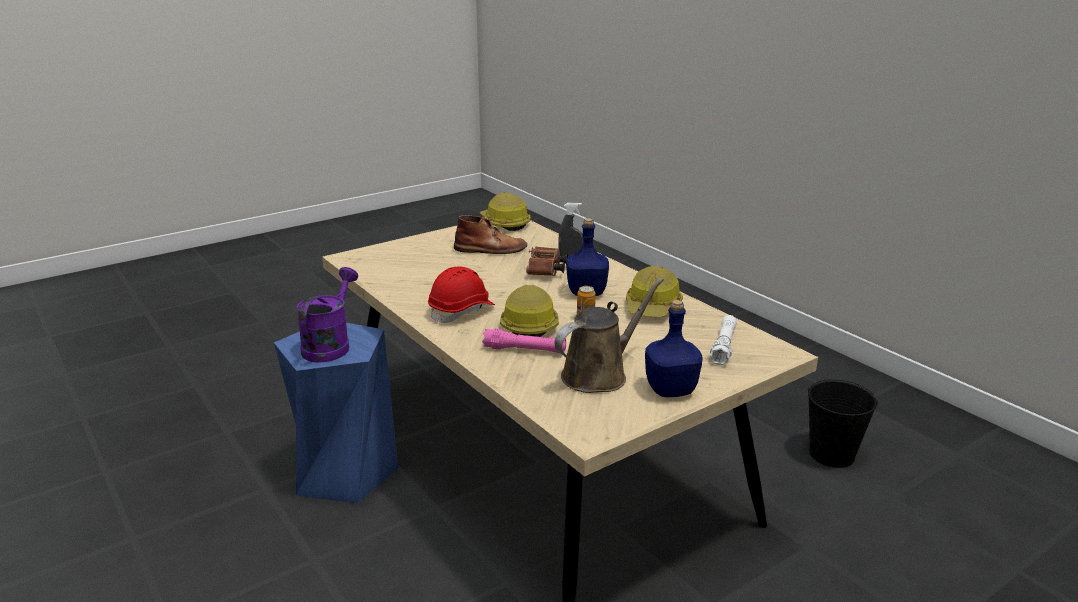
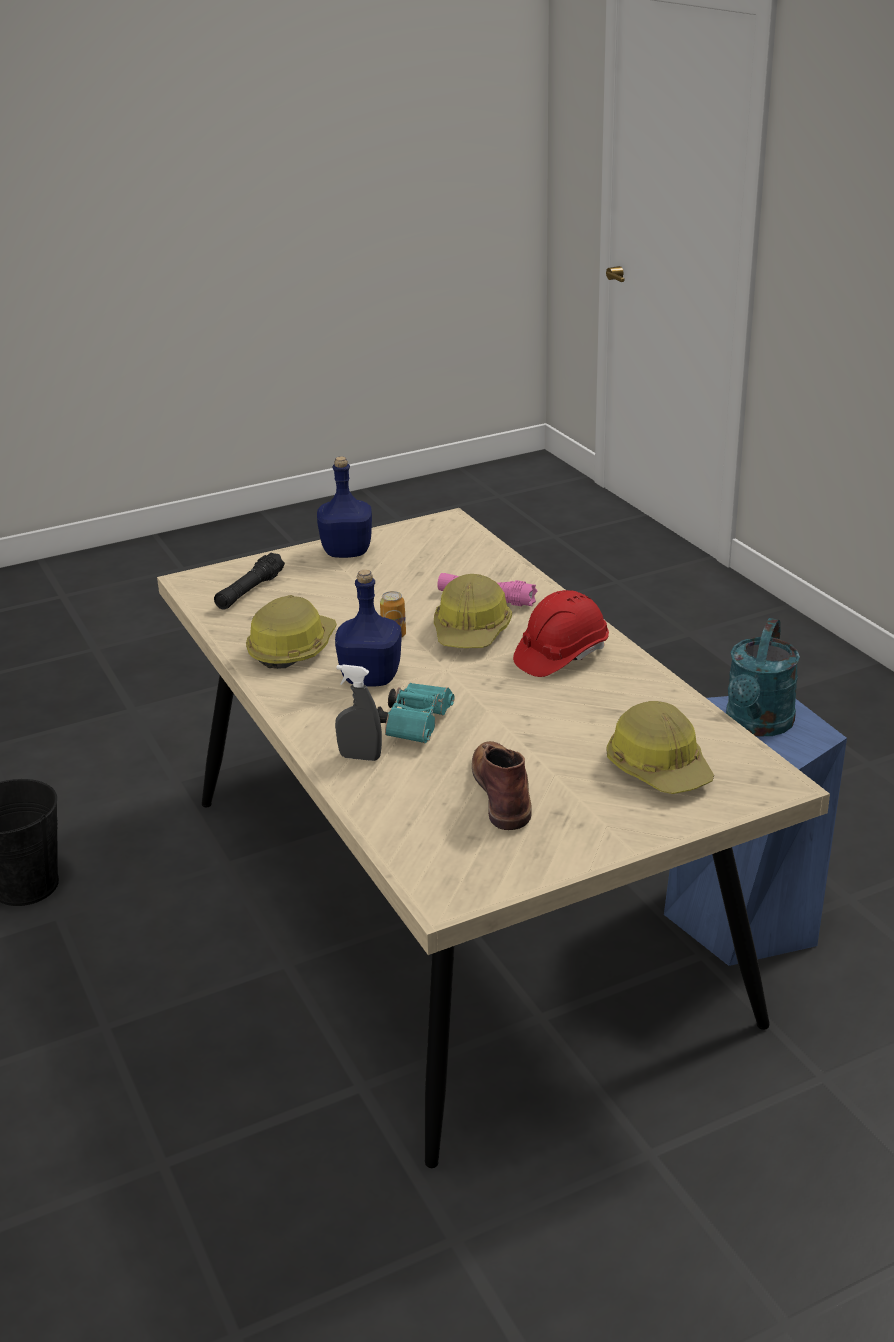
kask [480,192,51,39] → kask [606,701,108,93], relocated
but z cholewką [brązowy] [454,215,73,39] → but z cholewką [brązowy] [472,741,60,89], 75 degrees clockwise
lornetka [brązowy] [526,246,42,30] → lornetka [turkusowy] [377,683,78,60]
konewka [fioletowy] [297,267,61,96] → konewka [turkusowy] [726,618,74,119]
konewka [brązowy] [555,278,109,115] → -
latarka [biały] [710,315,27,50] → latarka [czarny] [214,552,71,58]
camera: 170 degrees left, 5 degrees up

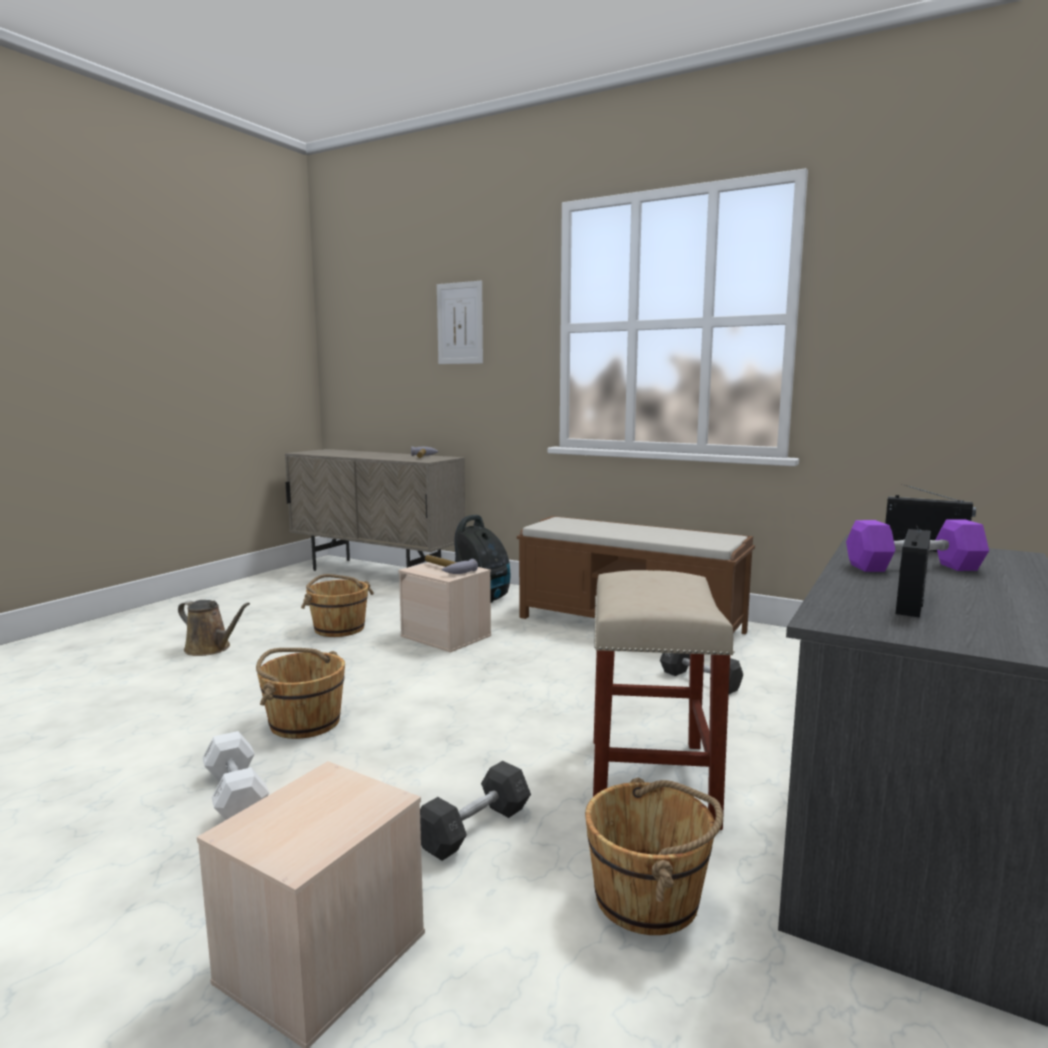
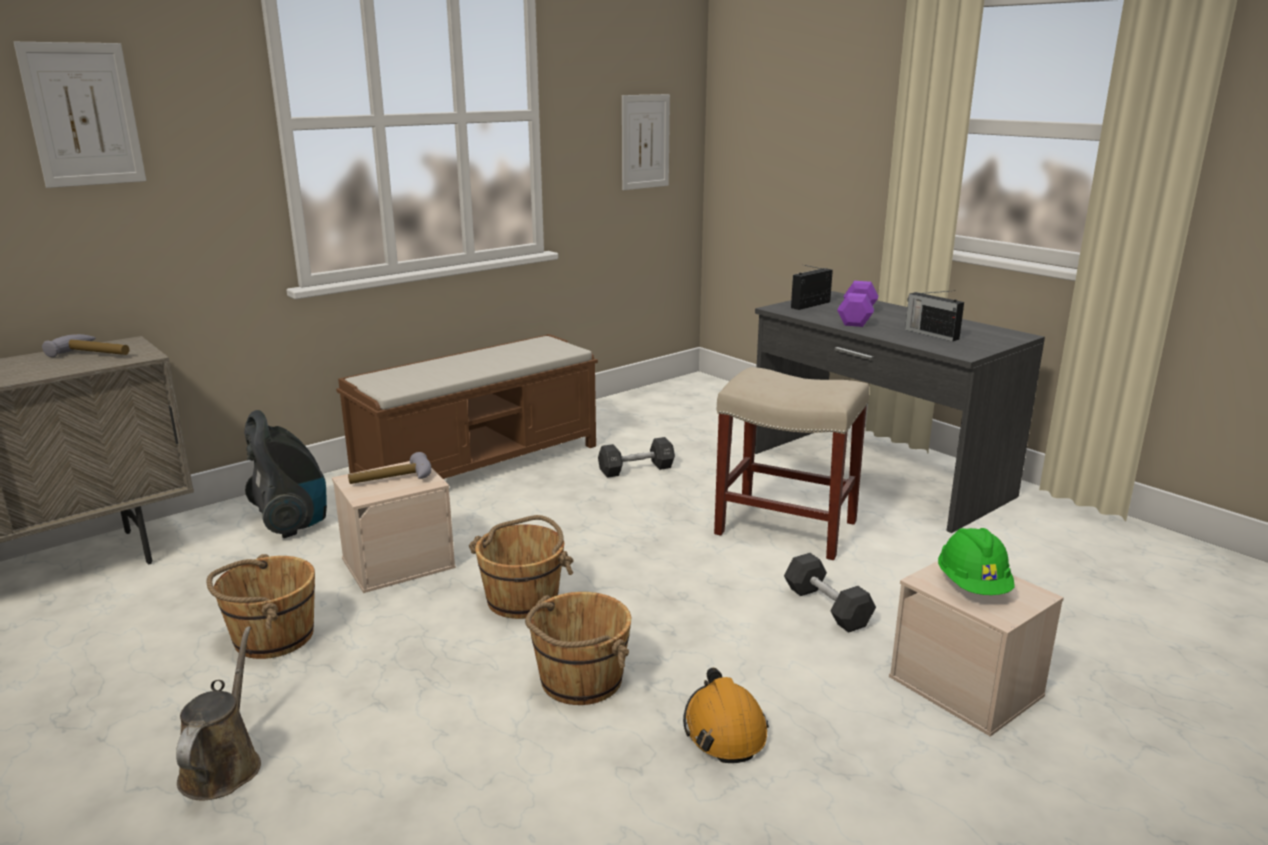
konewka [brązowy] [178,600,72,56] → konewka [brązowy] [176,626,85,174], 45 degrees counterclockwise
hantel [biały] [203,731,66,89] → kask [pomarańczowy] [683,668,86,95]
wiadro [brązowy] [585,778,138,157] → wiadro [brązowy] [469,515,104,104], relocated
- → obraz [622,94,48,96]
- → kask [zielony] [938,528,77,67]
camera: 70 degrees left, 10 degrees up

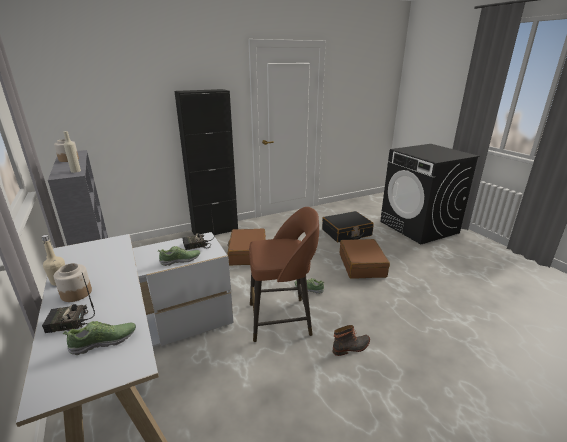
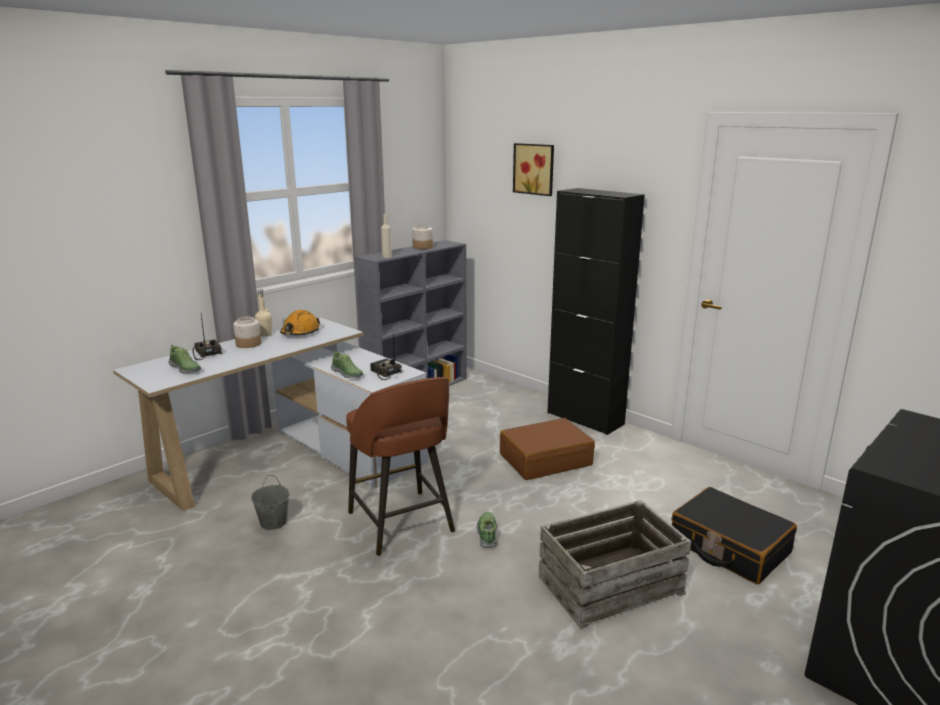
walizka [brązowy] [340,239,50,40] → skrzynka [539,500,152,129]
but z cholewką [333,325,37,31] → -
- → obraz [513,143,41,53]
- → kask [pomarańczowy] [280,310,40,25]
- → wiadro [szary] [251,475,39,55]
camera: 70 degrees right, 5 degrees down

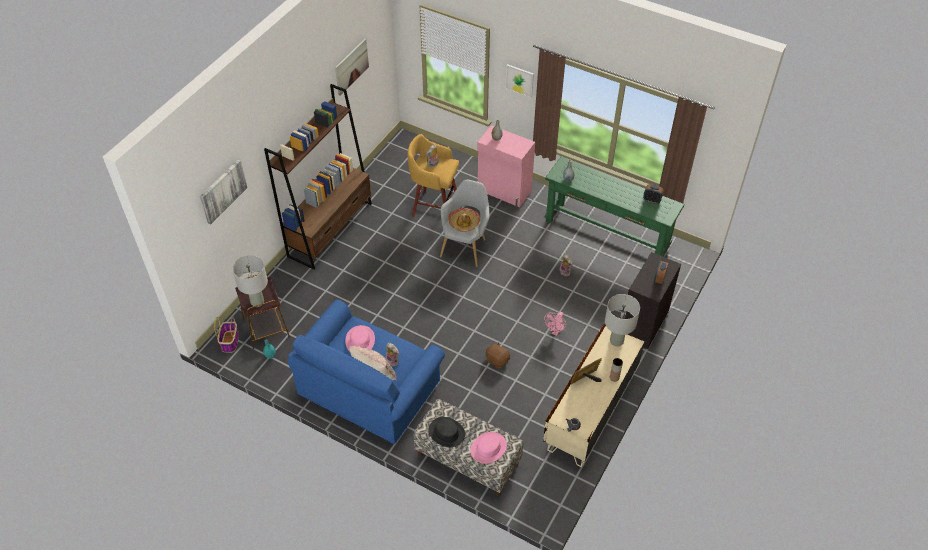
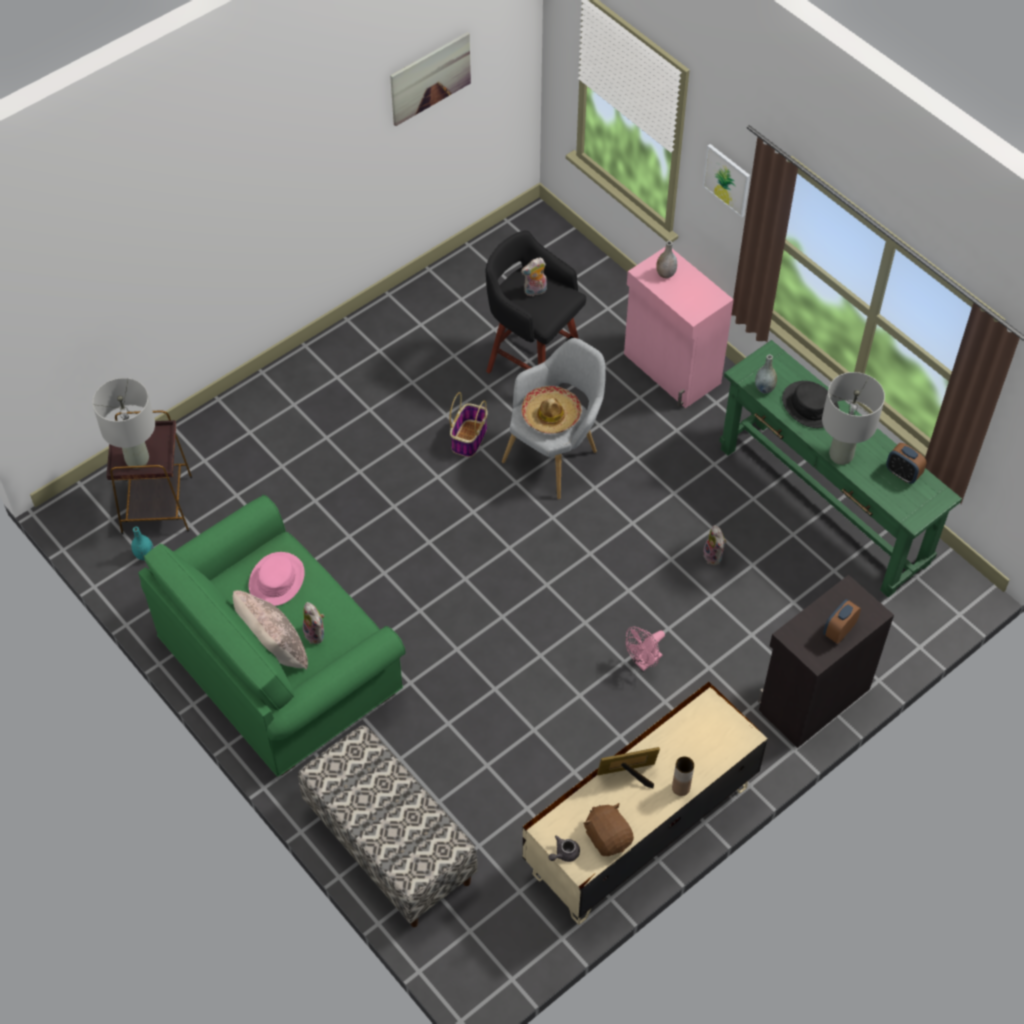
regał [brązowy] [264,84,108,185] → -
stołek [żółty] [407,134,52,83] → stołek [czarny] [486,230,100,143]
obraz [200,160,48,64] → -
lampa stołowa [szary] [605,294,35,53] → lampa stołowa [szary] [822,372,63,93], relocated
kanapa [niebieski] [288,299,157,145] → kanapa [zielony] [138,495,267,281]
koszyk [214,317,25,35] → koszyk [450,392,38,65], relocated
pluszak [brązowy] [486,342,24,27] → pluszak [brązowy] [583,803,51,53], relocated
kapelusz [czarny] [429,417,36,30] → kapelusz [czarny] [782,381,57,47], relocated
kapelusz [różowy] [470,432,37,32] → -
camera: 20 degrees right, 5 degrees up

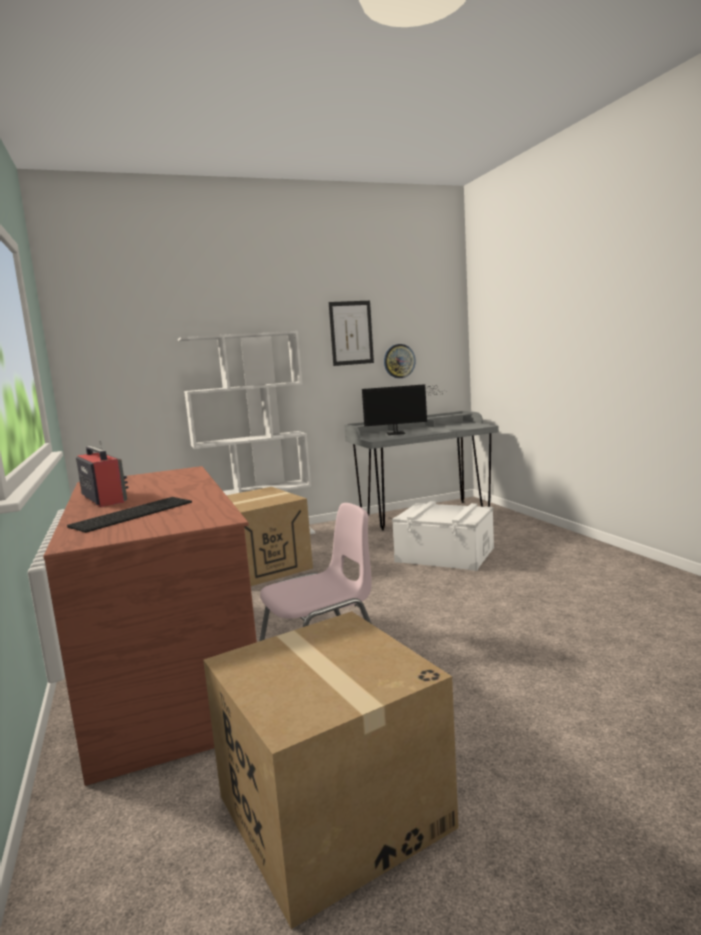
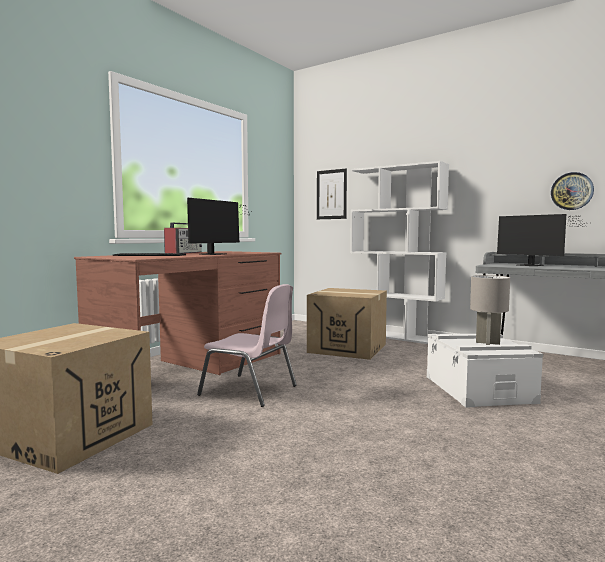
obraz [329,301,45,65] → obraz [317,169,30,50], relocated
- → monitor [187,198,60,57]
- → lampa stołowa [szary] [470,275,40,70]
camera: 55 degrees right, 5 degrees down

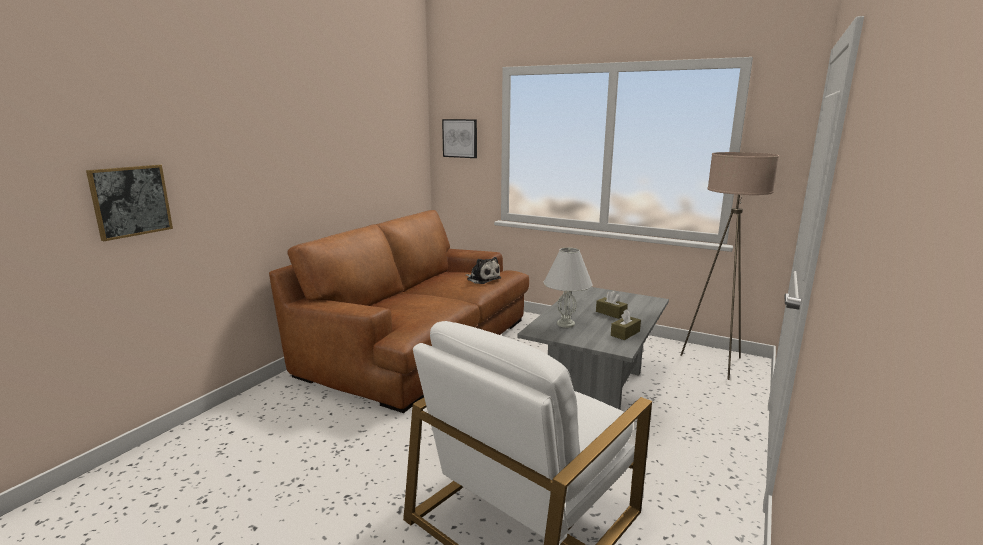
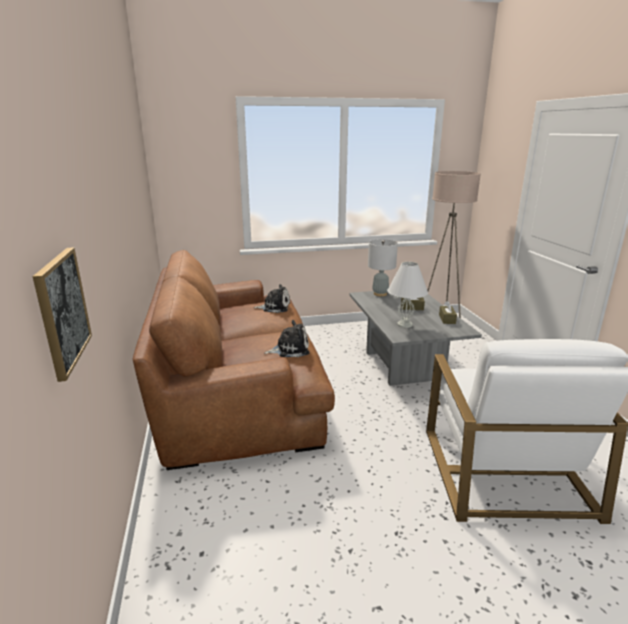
obraz [442,119,35,39] → -
- → lampa stołowa [szary] [368,239,30,57]
- → pluszak [265,320,45,37]
camera: 40 degrees left, 5 degrees up

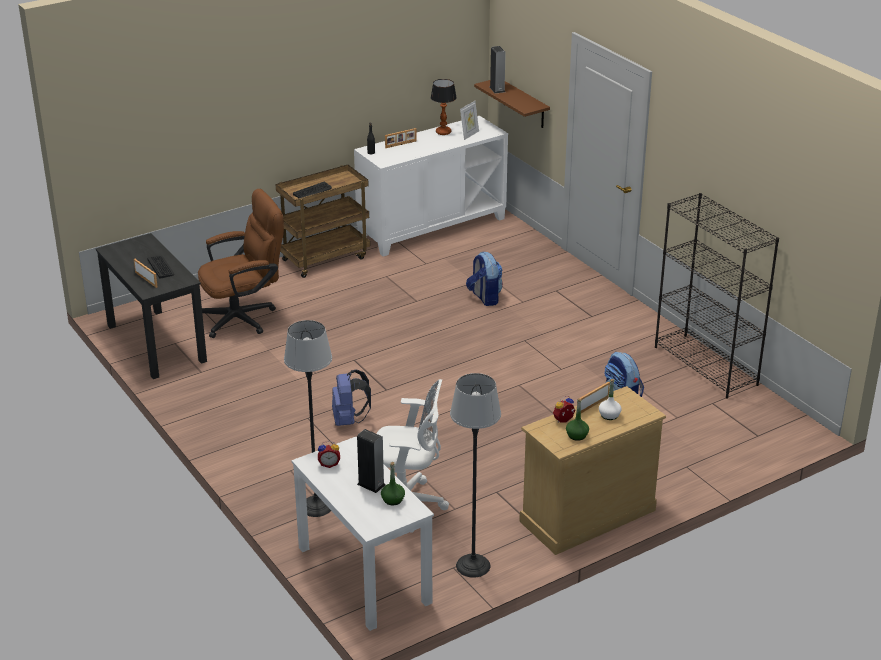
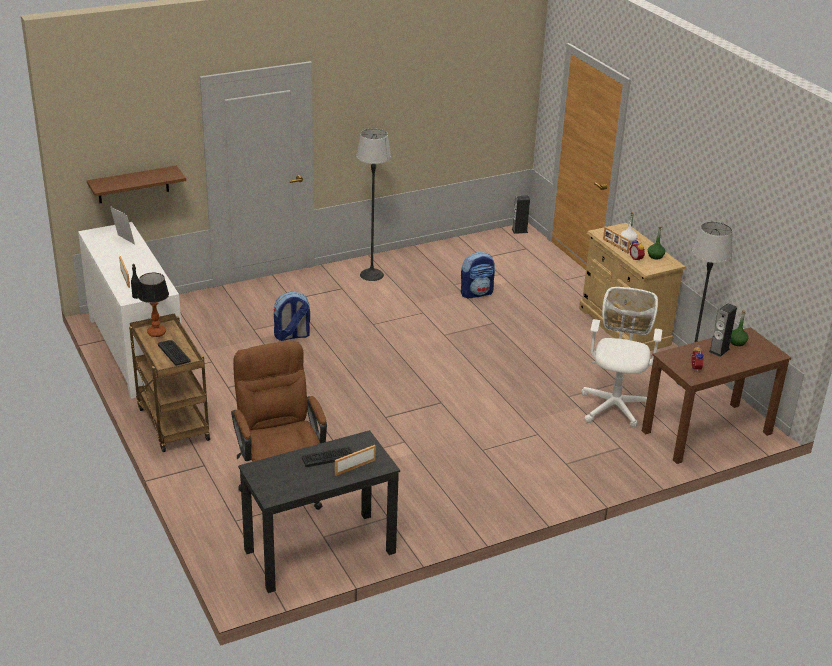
głośnik [489,46,17,48] → głośnik [511,195,19,39], relocated
lampa stołowa [431,79,26,56] → lampa stołowa [138,273,31,64], relocated
regał [czarny] [655,193,124,206] → -
lampa stojąca [284,320,48,197] → lampa stojąca [356,128,35,153], relocated
plecak [niebieski] [332,369,39,57] → -
biurko [biały] [291,437,143,194] → biurko [brązowy] [642,327,149,137]
camera: 85 degrees left, 0 degrees up

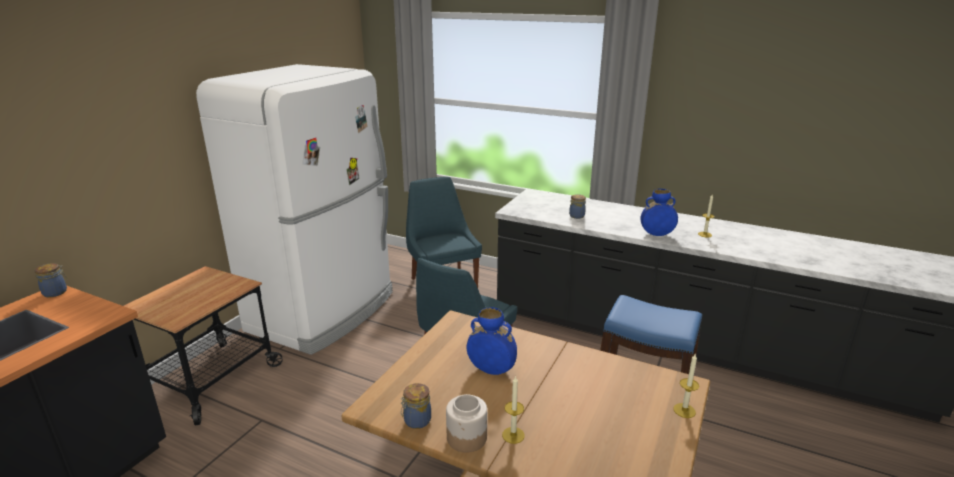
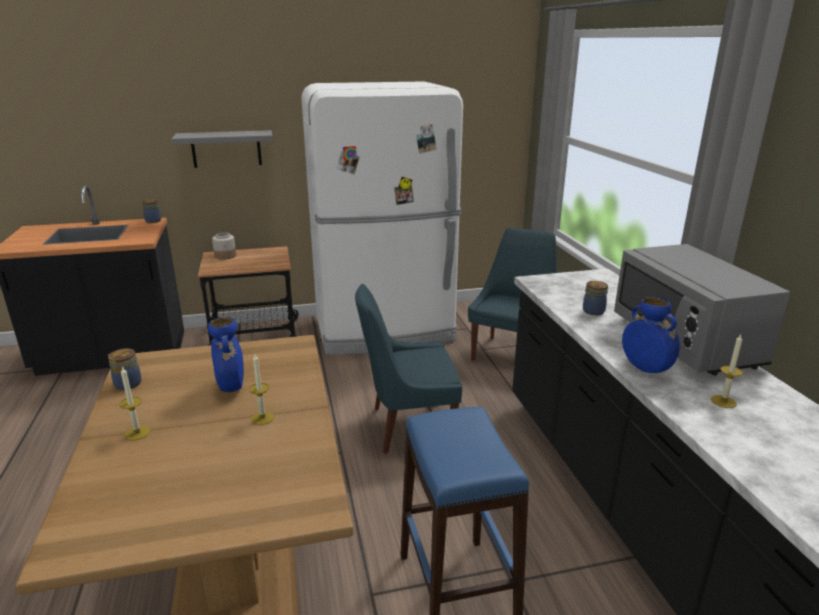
świeca [673,354,26,64] → świeca [249,354,25,71], relocated
słoik [446,394,41,59] → słoik [212,232,24,28], relocated
- → półka [szary] [172,130,101,38]
- → mikrofalówka [szary] [614,244,176,131]
camera: 50 degrees right, 0 degrees up

